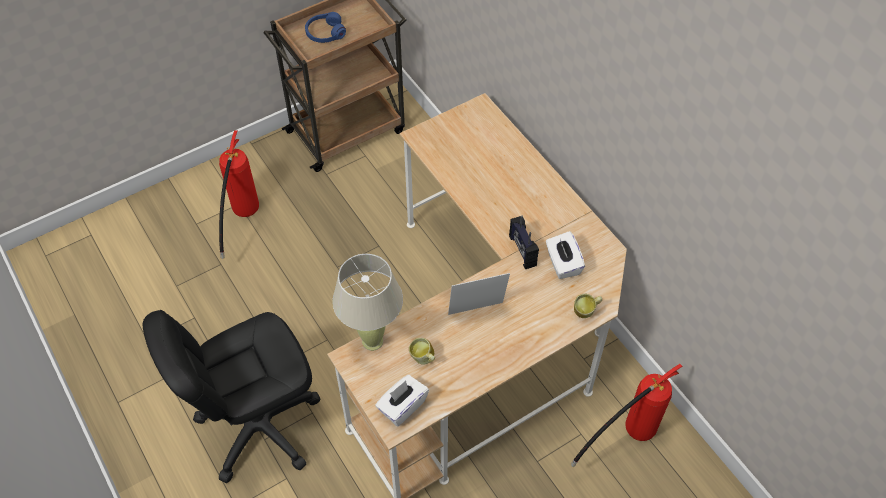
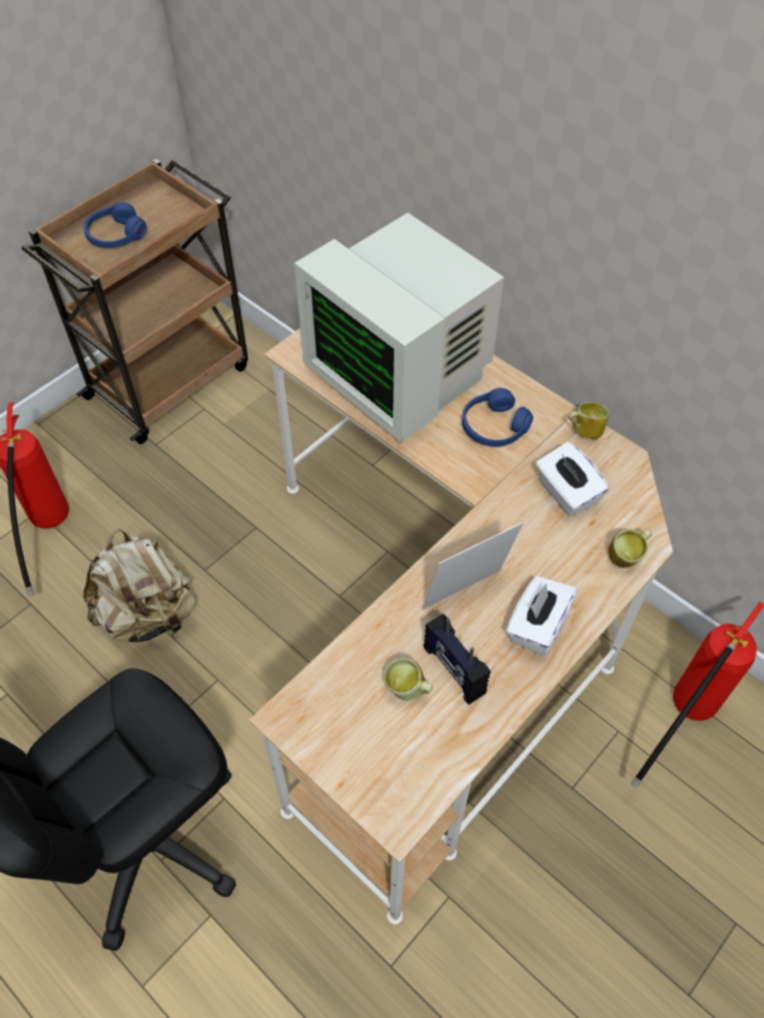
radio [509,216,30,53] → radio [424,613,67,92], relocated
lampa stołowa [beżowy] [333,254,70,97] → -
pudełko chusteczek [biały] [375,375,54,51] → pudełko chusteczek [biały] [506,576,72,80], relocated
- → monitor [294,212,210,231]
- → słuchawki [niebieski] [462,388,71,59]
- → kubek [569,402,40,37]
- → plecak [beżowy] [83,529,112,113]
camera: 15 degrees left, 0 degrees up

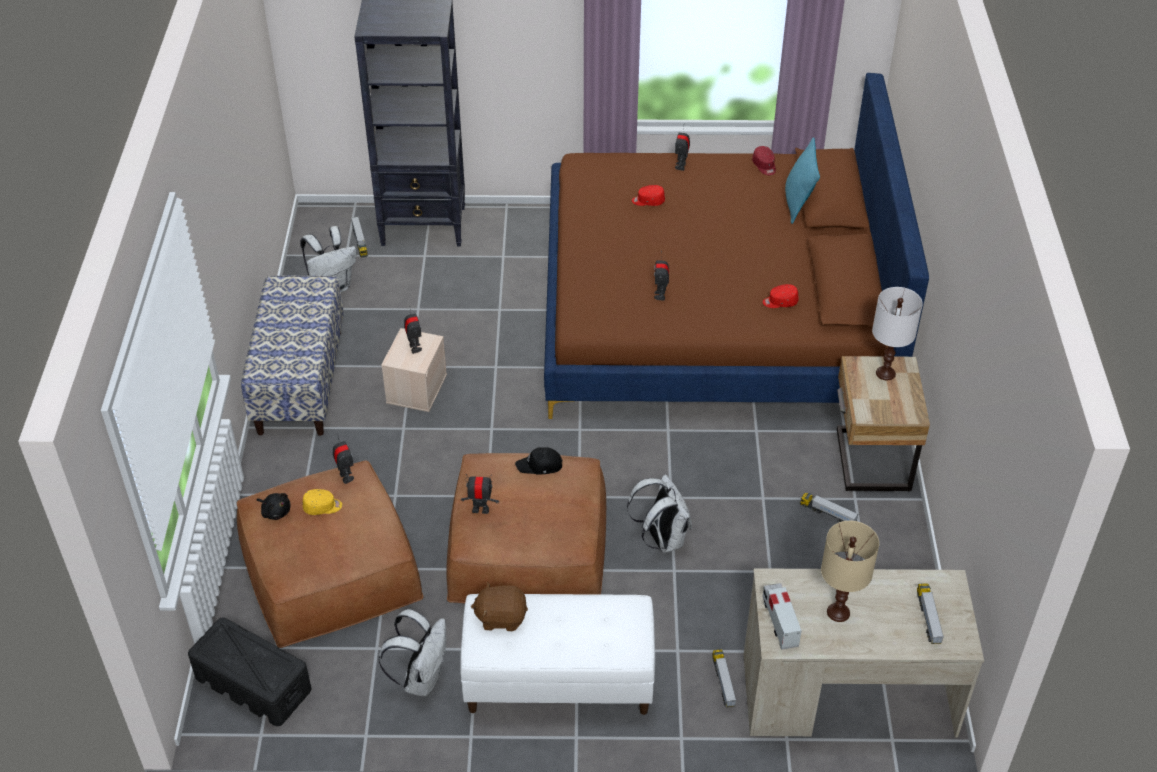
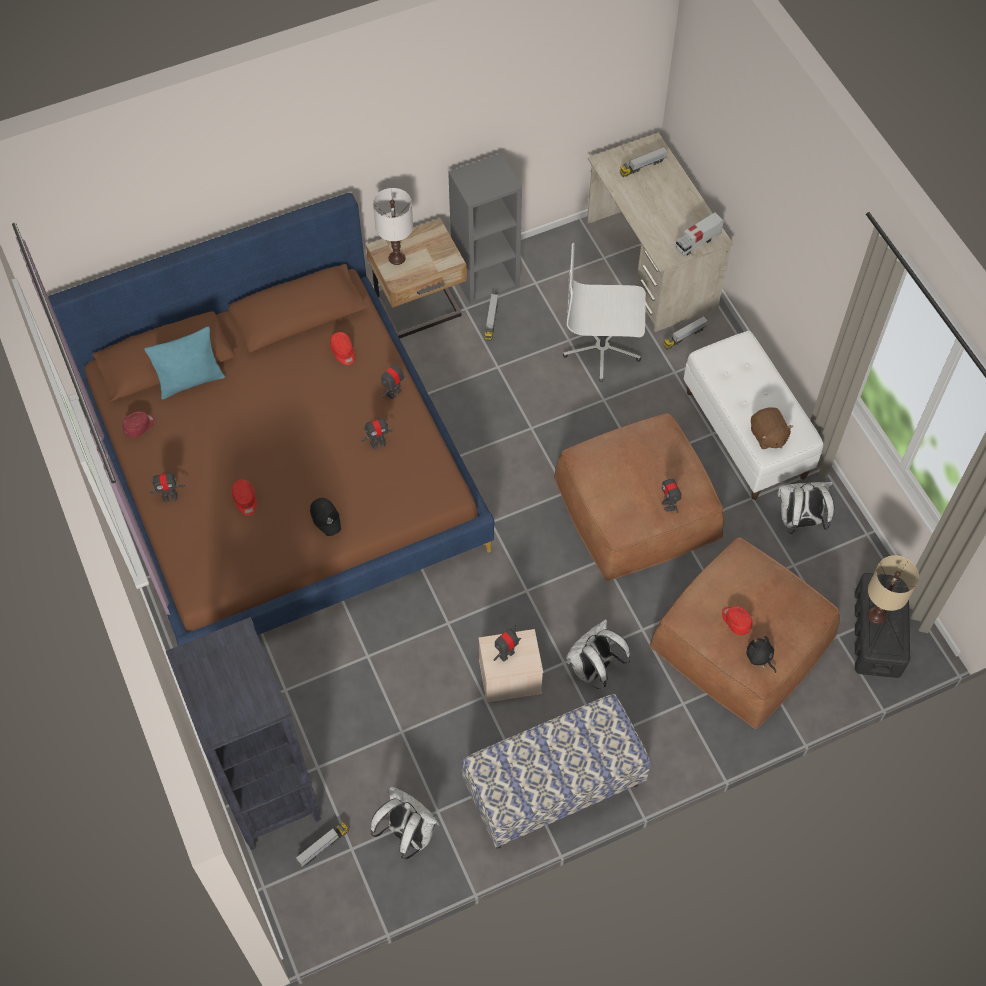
robot zabawkowy [333,434,21,50] → robot zabawkowy [381,359,25,41], relocated
czapka z daszkiem [czarny] [515,447,47,28] → czapka z daszkiem [czarny] [310,498,31,38], relocated
plecak [biały] [627,474,65,79] → plecak [biały] [566,619,64,70], relocated
czapka z daszkiem [żółty] [302,489,40,26] → czapka z daszkiem [czerwony] [722,606,30,29]
pluszak [czarny] [257,493,33,27] → pluszak [czarny] [746,636,30,37], 45 degrees counterclockwise
lampa stołowa [beżowy] [821,521,58,101] → lampa stołowa [beżowy] [867,555,52,69], relocated
- → regał [szary] [448,153,74,152]
- → krzesło biurowe [biały] [563,243,83,139]
camera: 115 degrees left, 15 degrees up

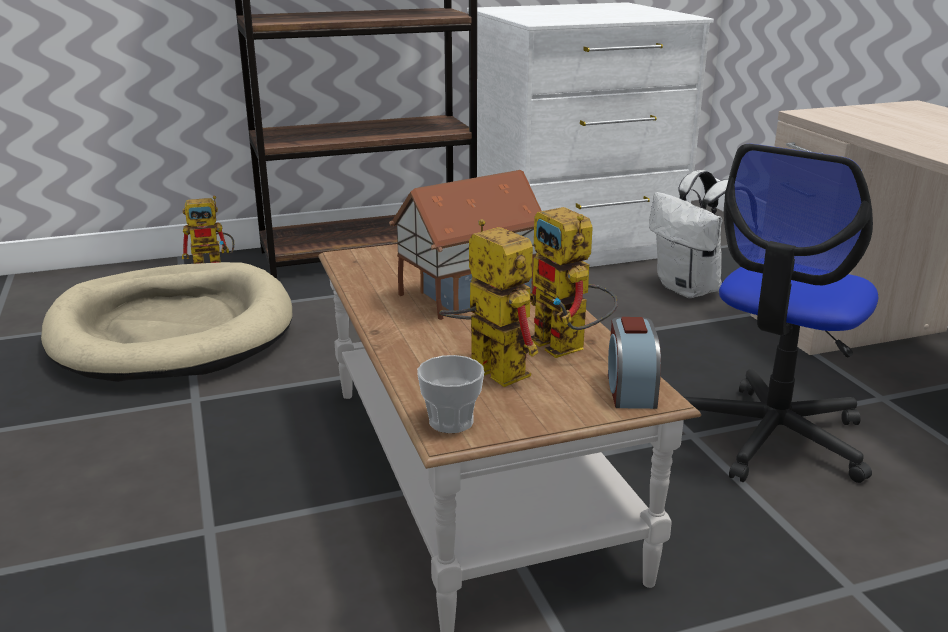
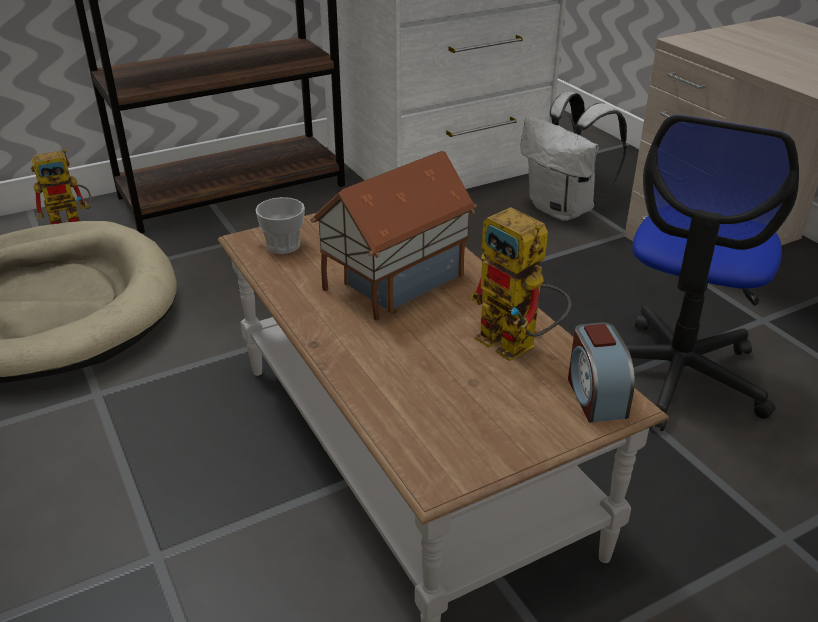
robot zabawkowy [439,219,99,168] → -
filiżanka [417,355,67,78] → filiżanka [255,197,50,57], relocated
camera: 10 degrees left, 10 degrees up

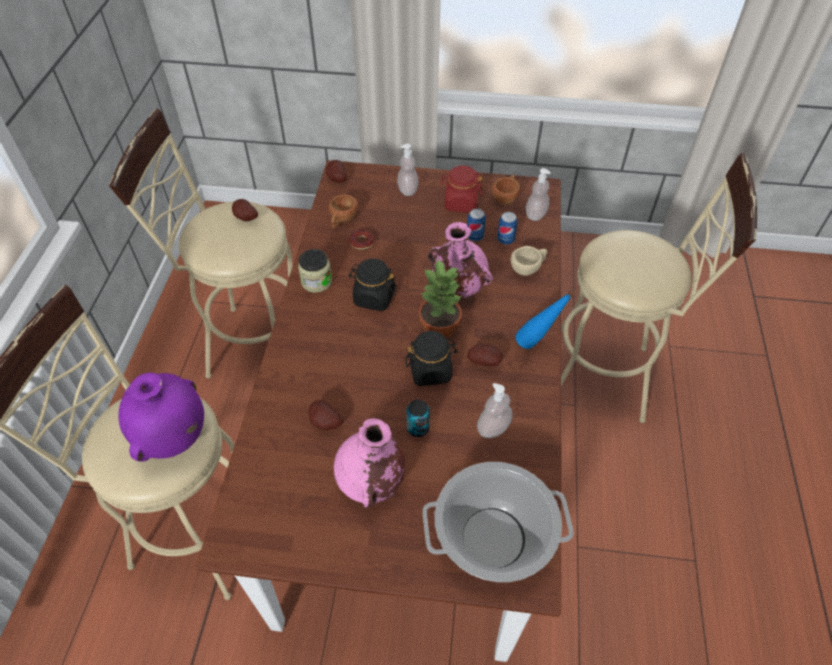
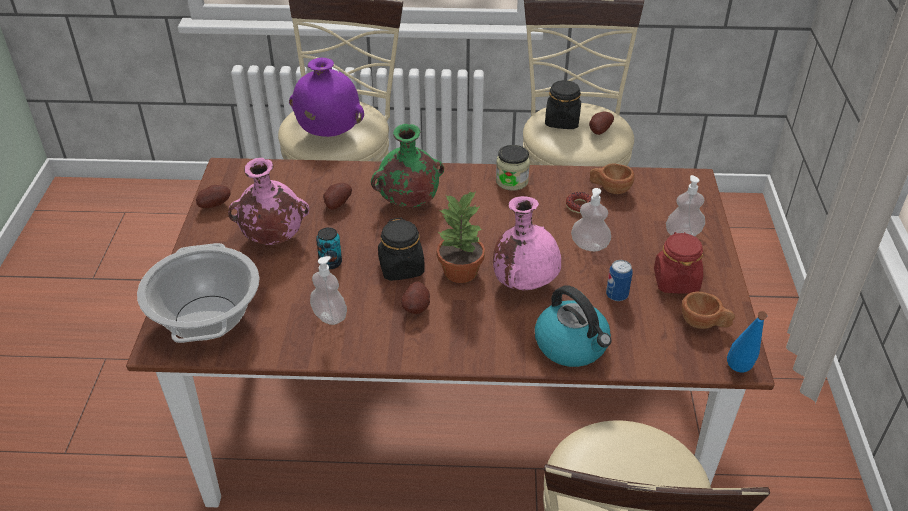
ziemniak [326,160,21,23] → ziemniak [196,185,34,23], relocated
dozownik mydła [526,168,25,53] → dozownik mydła [571,188,40,63], relocated
puszka [497,212,20,32] → -
filiżanka [beżowy] [511,246,36,30] → czajnik [535,285,76,82]
słoik [czarny] [349,258,48,53] → słoik [czarny] [545,80,36,49], relocated
butelka [niebieski] [516,289,60,60] → butelka [niebieski] [727,311,40,62], relocated
- → wazon [zielony] [371,124,73,83]
camera: 85 degrees right, 10 degrees down

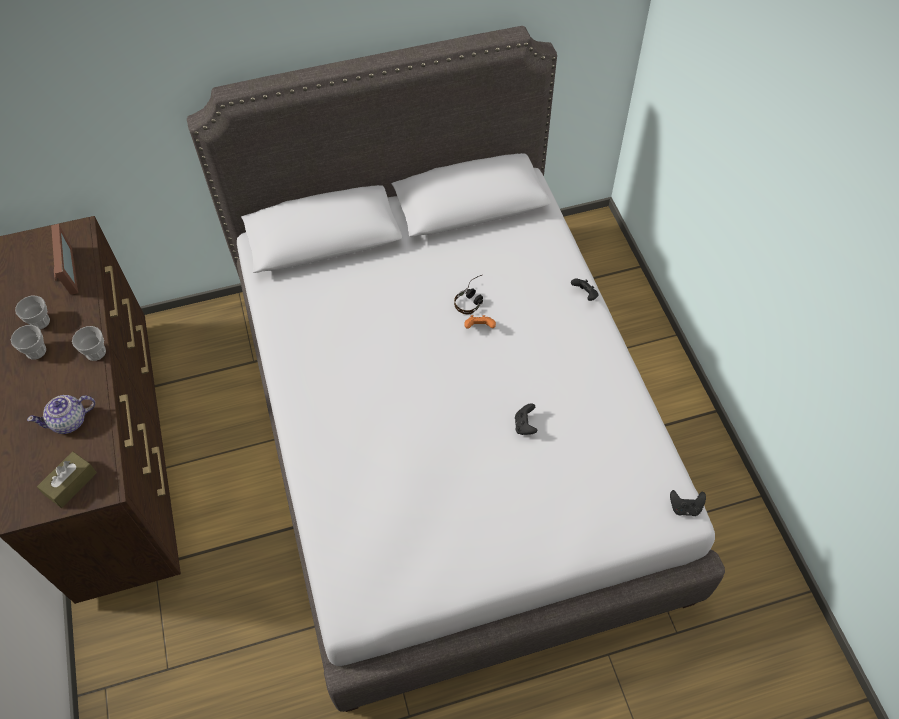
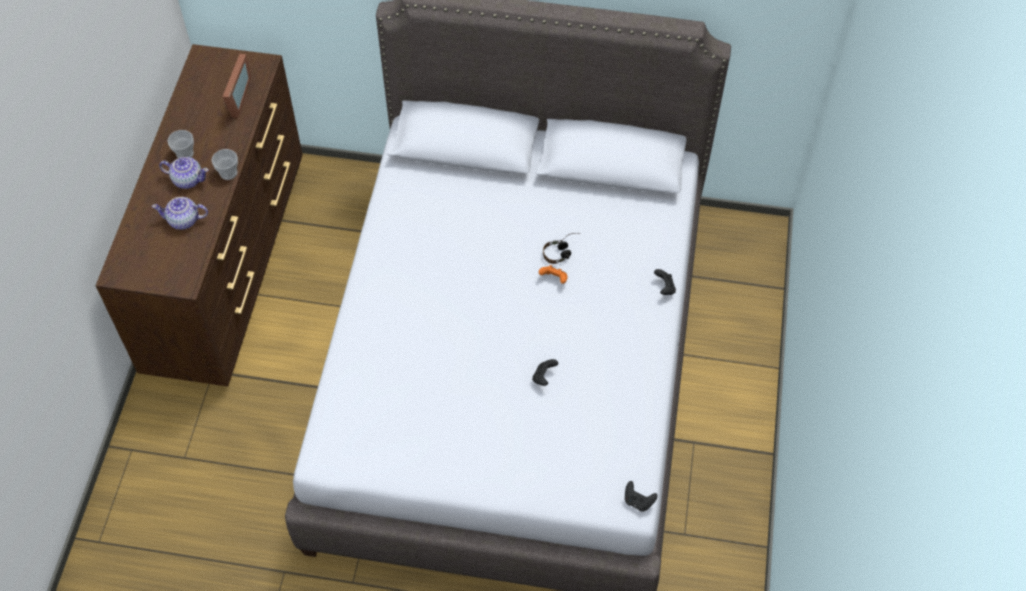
filiżanka [15,296,35,33] → -
pudełko chusteczek [brązowy] [37,451,60,57] → -
- → imbryk [159,157,50,32]
camera: 25 degrees right, 0 degrees up

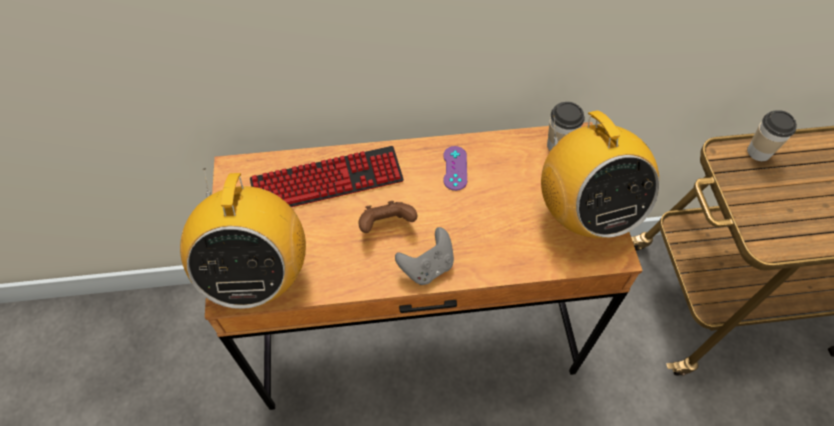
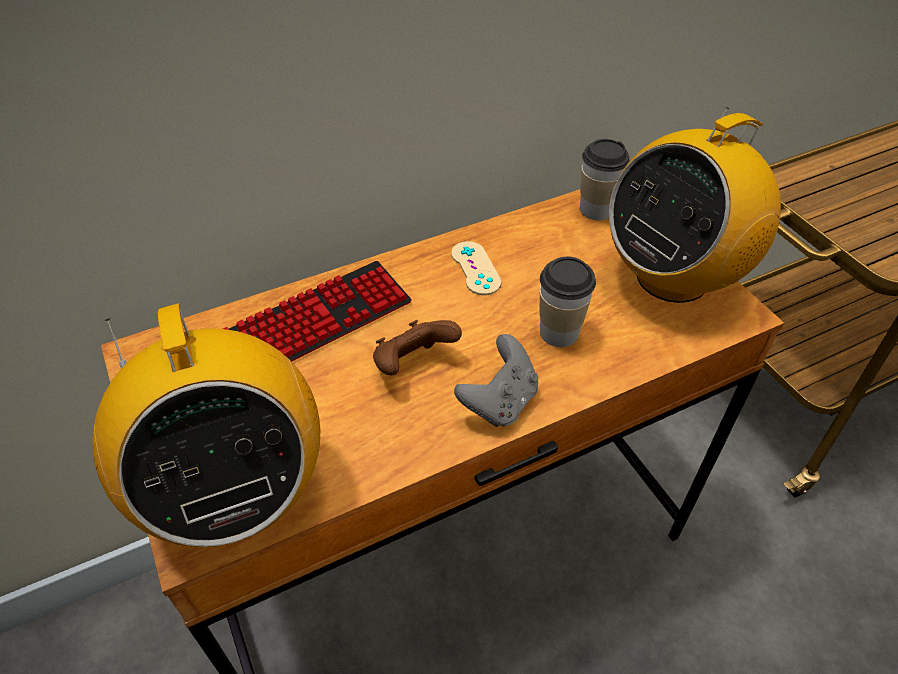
radio [541,110,119,128] → radio [609,107,172,196], 90 degrees clockwise
filiżanka [747,110,50,51] → filiżanka [540,257,56,90], relocated
pad do gier [fioletowy] [443,146,24,45] → pad do gier [beżowy] [451,241,51,54]
camera: 20 degrees left, 10 degrees down

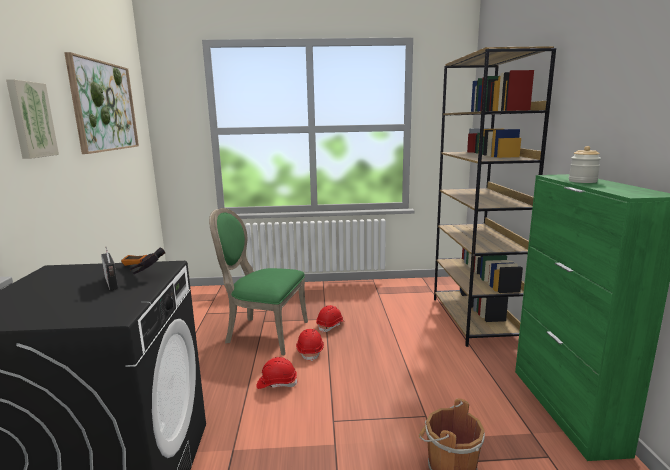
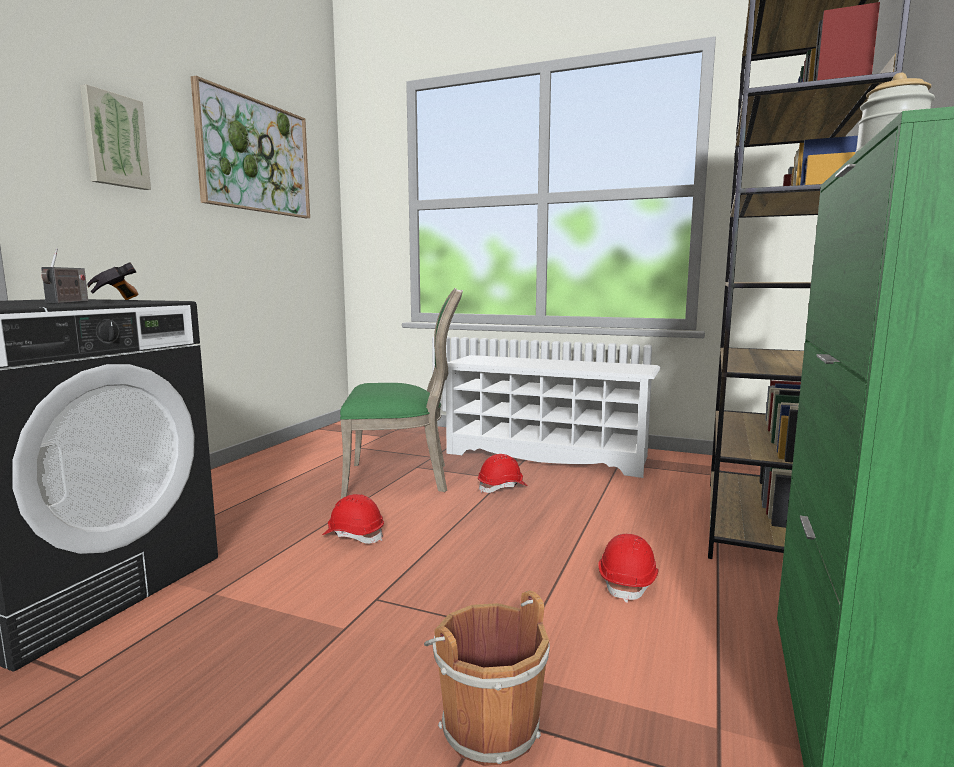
krzesło [zielony] [209,208,99,147] → krzesło [zielony] [340,288,123,211], 135 degrees clockwise
kask [czerwony] [296,329,28,32] → kask [czerwony] [598,534,61,69], relocated
- → regał na buty [biały] [446,355,215,123]
camera: 25 degrees right, 5 degrees down

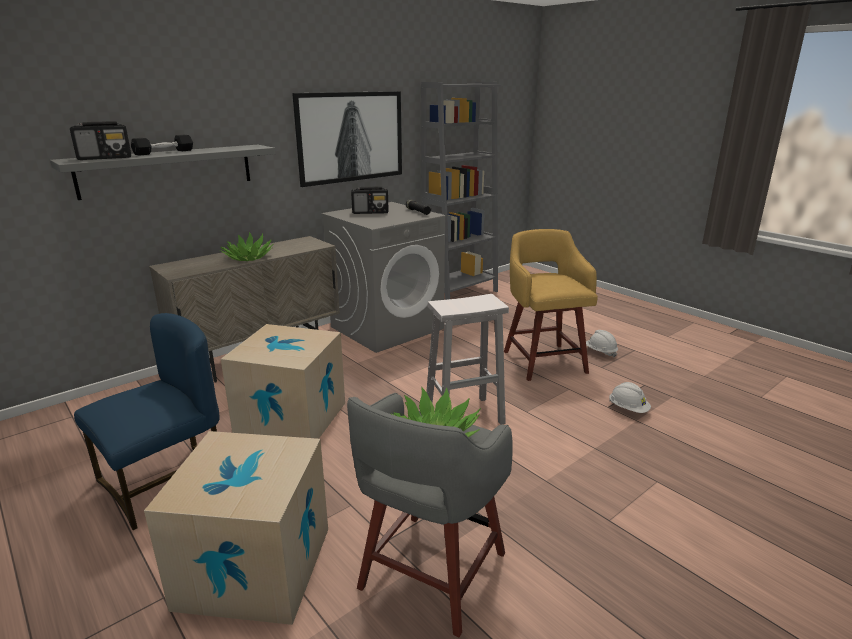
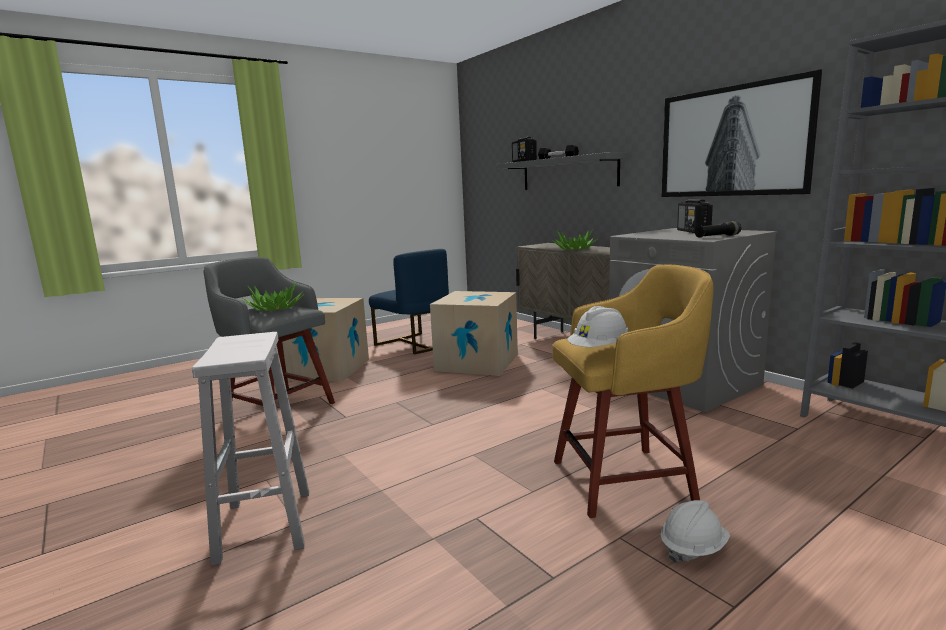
stołek [biały] [426,294,83,131] → stołek [biały] [192,332,117,234], relocated
kask [biały] [609,382,42,31] → kask [biały] [568,306,60,41], relocated
camera: 95 degrees right, 10 degrees down

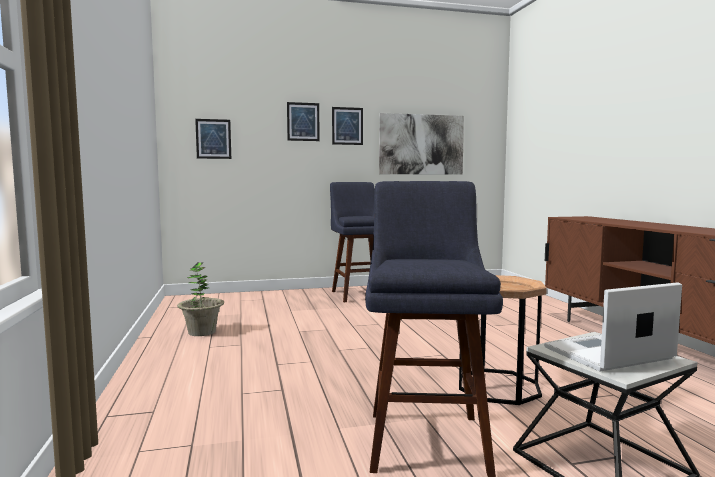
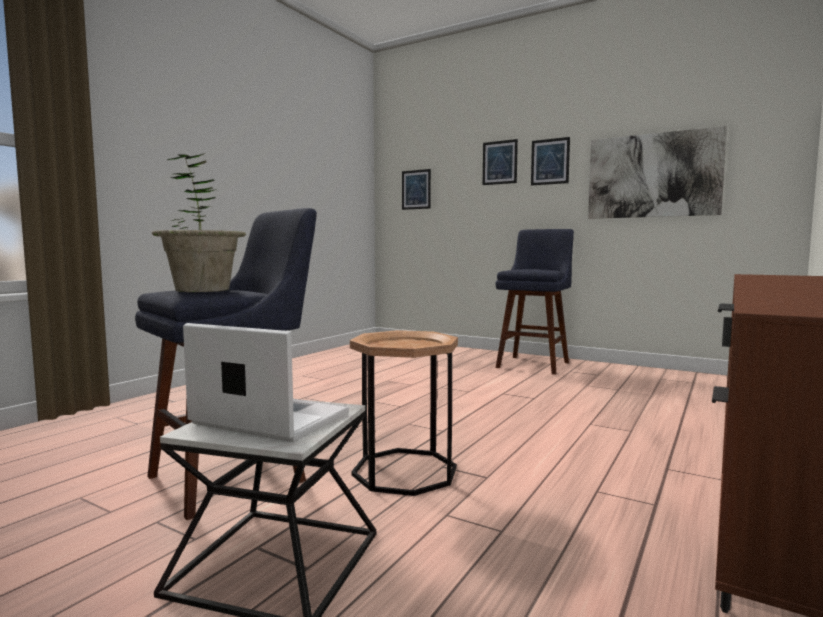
roślina doniczkowa [177,262,47,74] → roślina doniczkowa [152,153,94,139], relocated
camera: 45 degrees right, 0 degrees up

